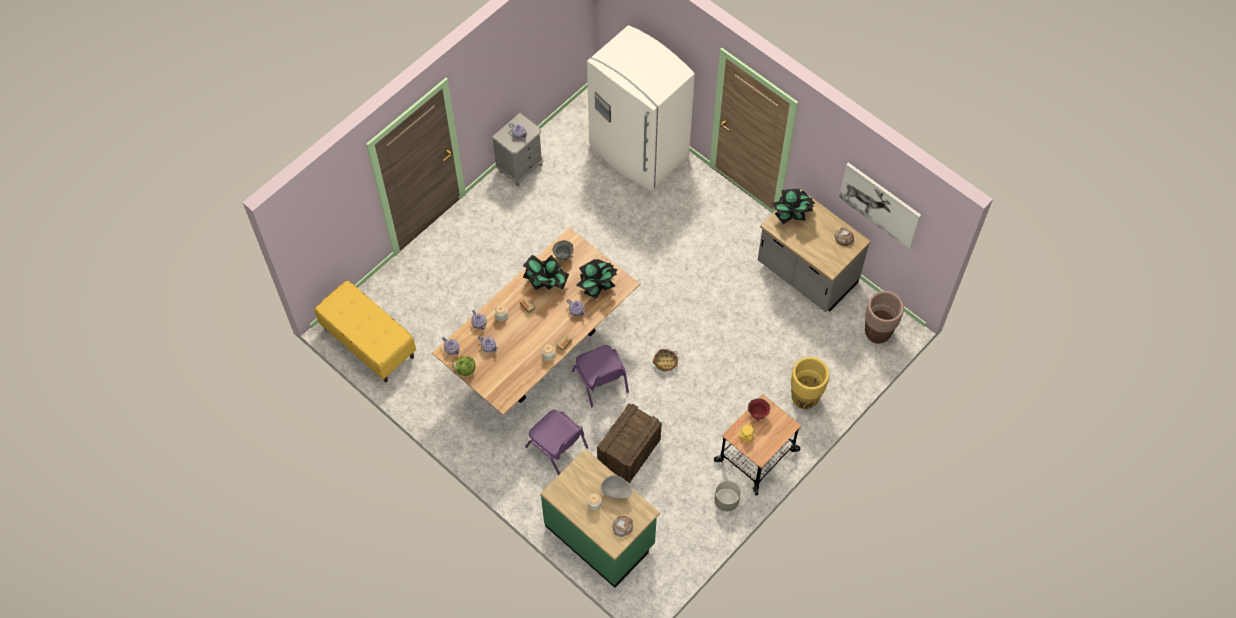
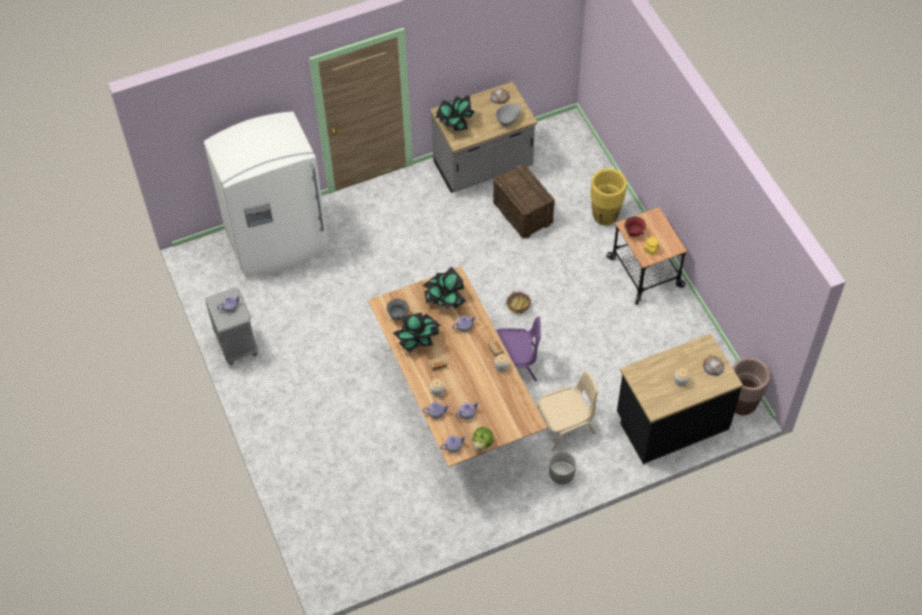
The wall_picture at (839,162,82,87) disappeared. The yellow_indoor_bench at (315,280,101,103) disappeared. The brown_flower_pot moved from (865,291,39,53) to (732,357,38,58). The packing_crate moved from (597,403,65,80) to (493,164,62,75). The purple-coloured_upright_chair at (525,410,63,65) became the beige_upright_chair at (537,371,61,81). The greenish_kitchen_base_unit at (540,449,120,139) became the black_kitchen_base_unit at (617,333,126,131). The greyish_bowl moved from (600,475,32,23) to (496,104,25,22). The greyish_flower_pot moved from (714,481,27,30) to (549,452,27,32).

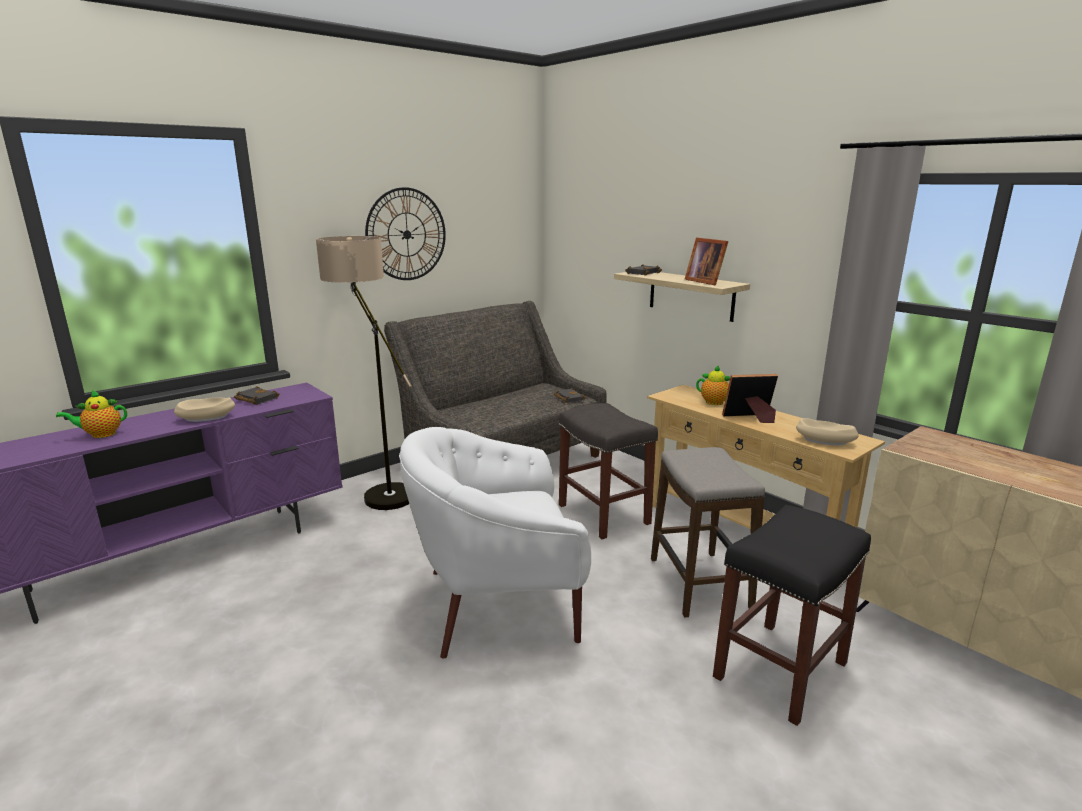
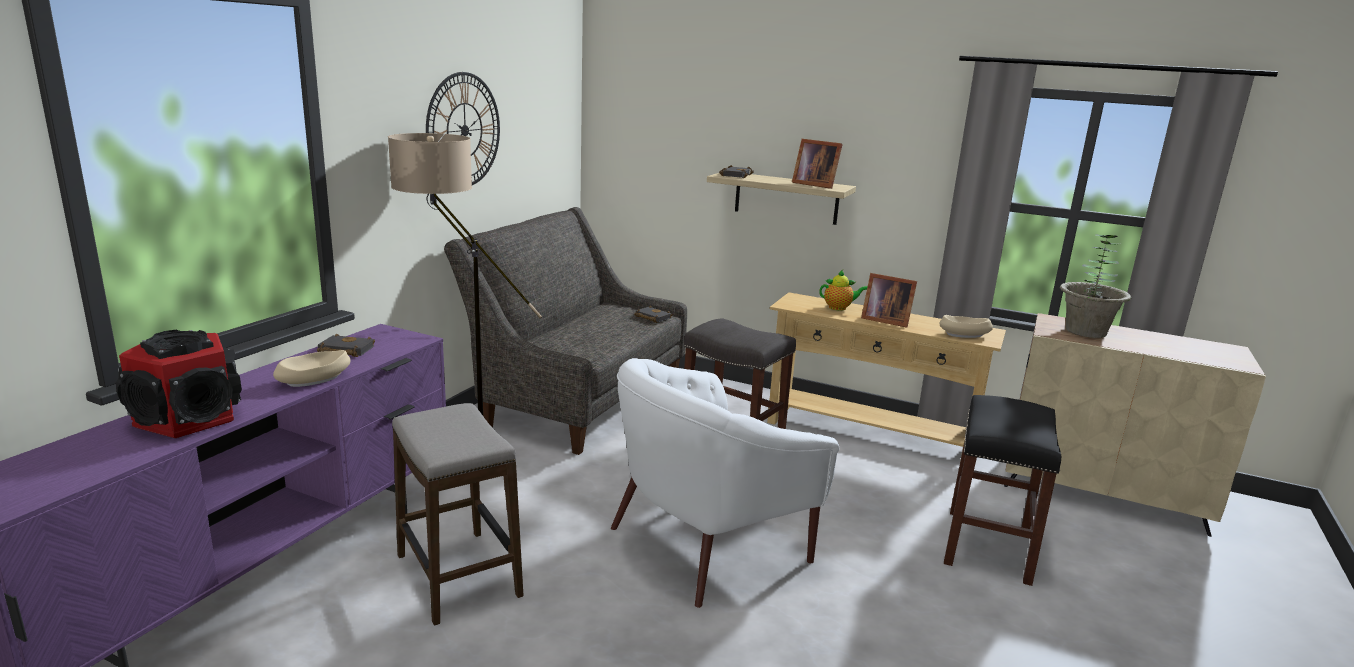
The picture_frame at (722,374,56,49) turned 120 degrees counterclockwise. The pot_for_tea at (56,390,71,48) was replaced by the loudspeaker at (116,330,126,108). The sitting_stool moved from (651,447,114,170) to (392,403,132,223). The houseplant at (1060,234,71,104) appeared.

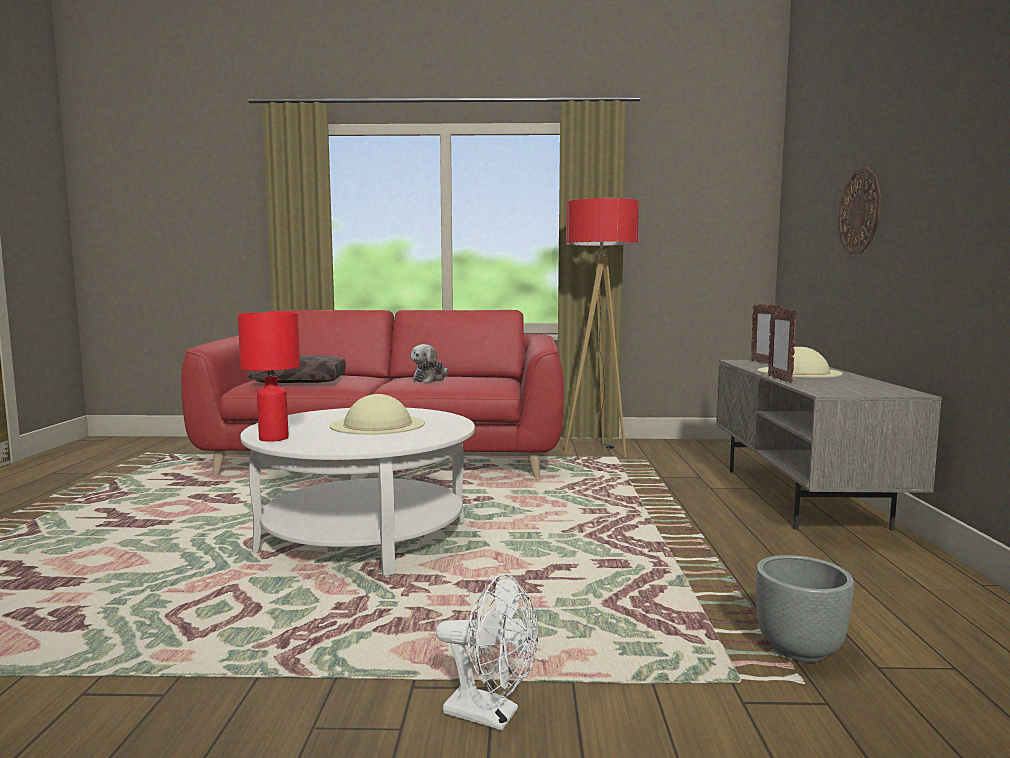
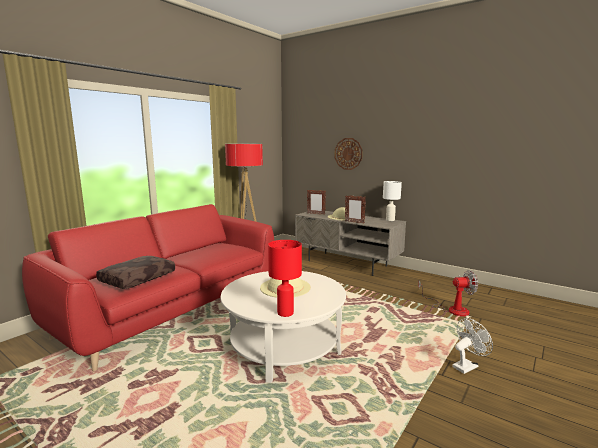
The cuddly_toy at (411,344,37,39) disappeared. The greyish_flower_pot at (756,555,98,107) was replaced by the cooling_fan at (418,270,60,47). The whitish_tabletop_lamp at (383,181,19,40) appeared.

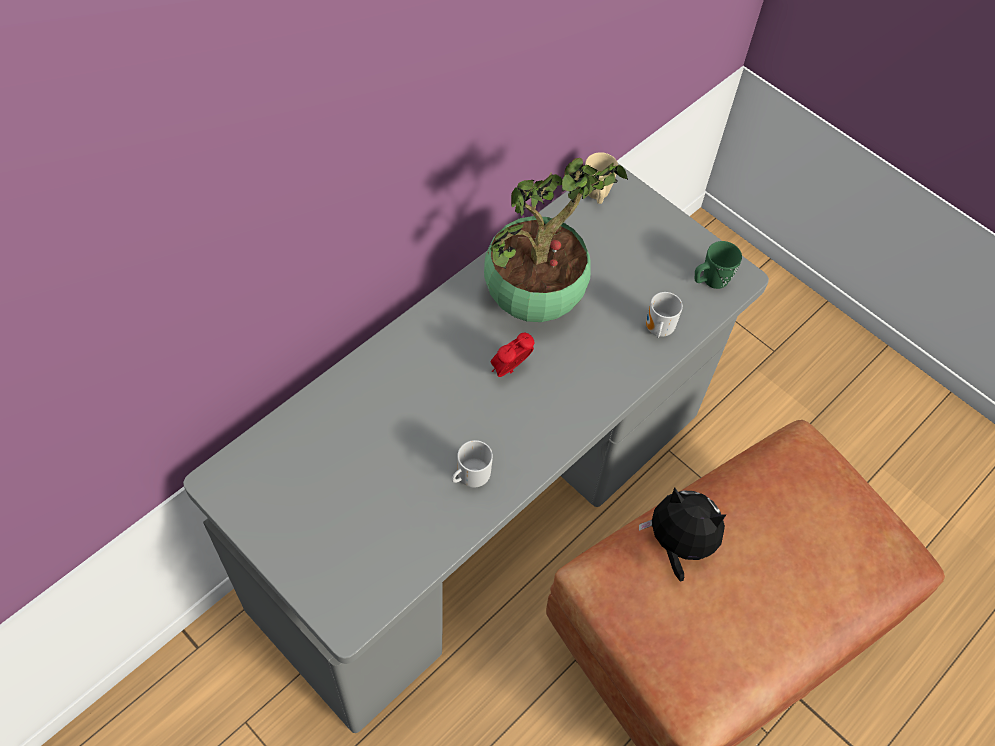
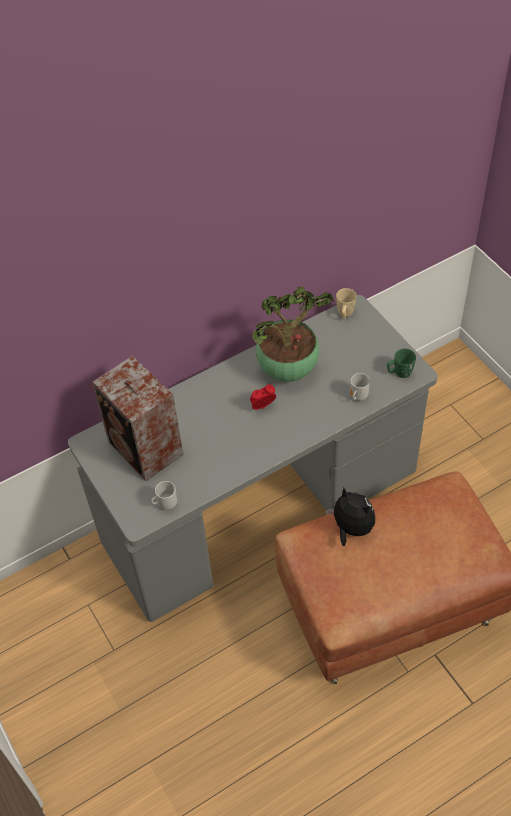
The mug moved from (452,440,41,47) to (151,481,26,29). The loudspeaker at (92,356,91,125) appeared.

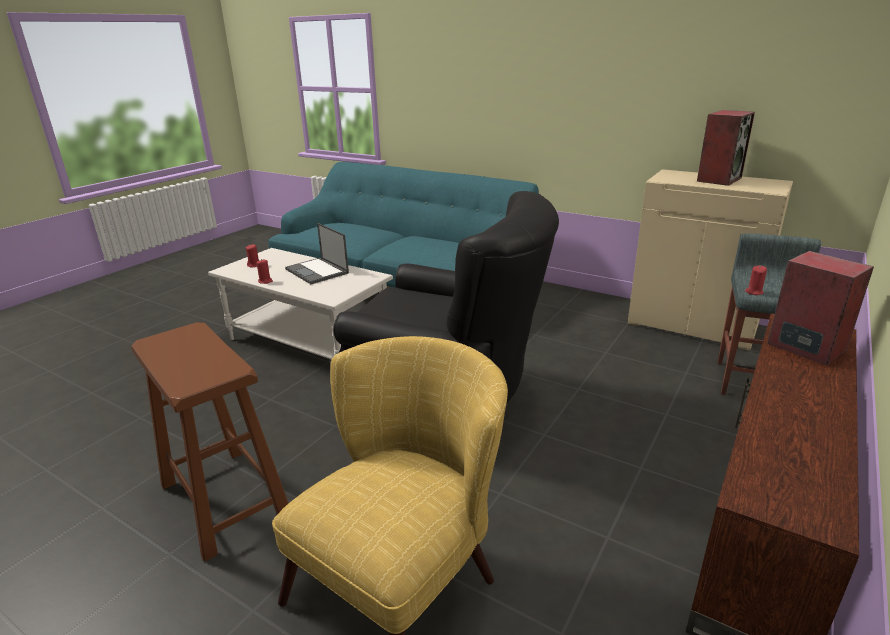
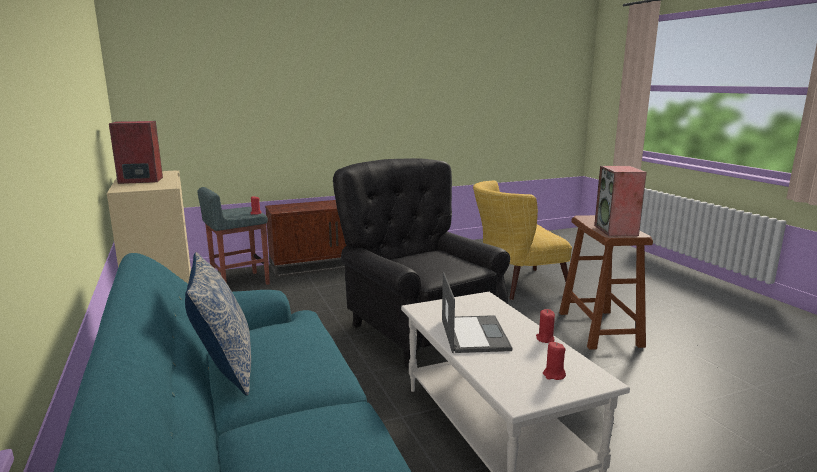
The loudspeaker moved from (767,251,107,115) to (594,166,53,70). The cushion at (185,252,66,144) appeared.

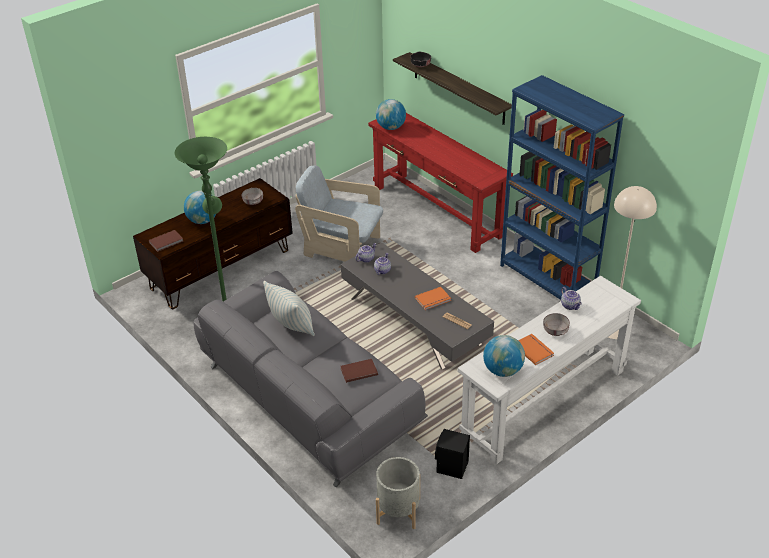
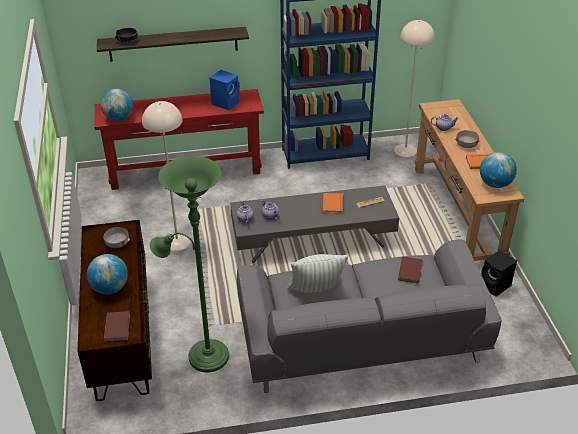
The beige_easy_chair at (295,166,88,96) was replaced by the beige_standing_lamp at (142,101,49,150). The whitish_hall_table at (457,276,184,188) became the brown_hall_table at (415,99,109,162). The greyish_flower_pot at (376,457,44,72) disappeared. The blue_loudspeaker at (210,70,30,40) appeared.

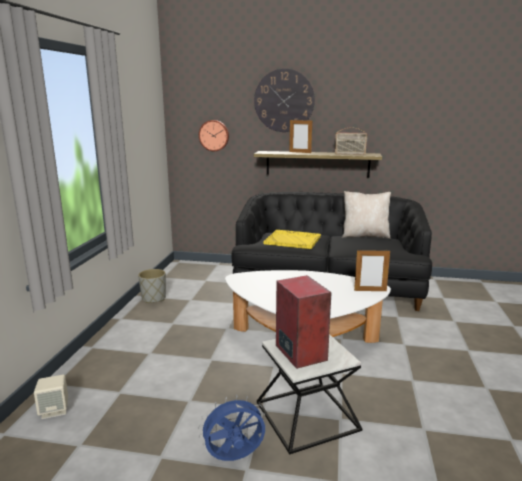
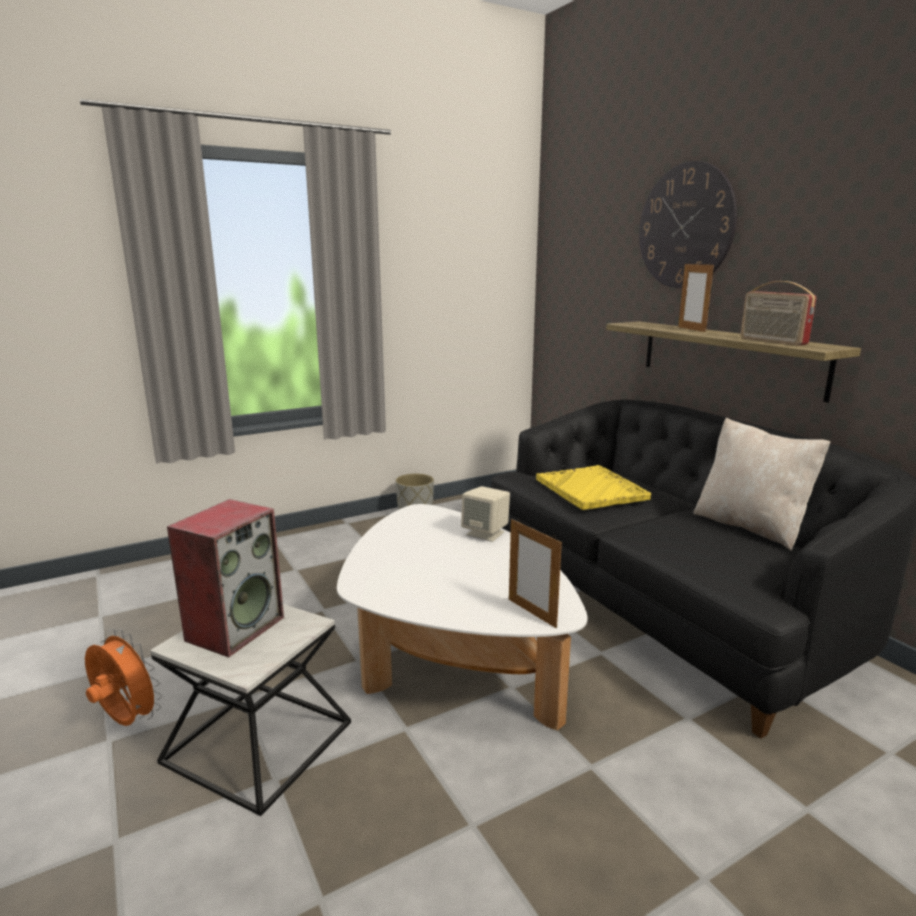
The hanging_clock at (199,120,30,31) disappeared. The beige_loudspeaker moved from (34,374,34,45) to (461,486,49,56). The blue_cooling_fan at (198,395,67,66) became the orangey_cooling_fan at (85,629,77,97).

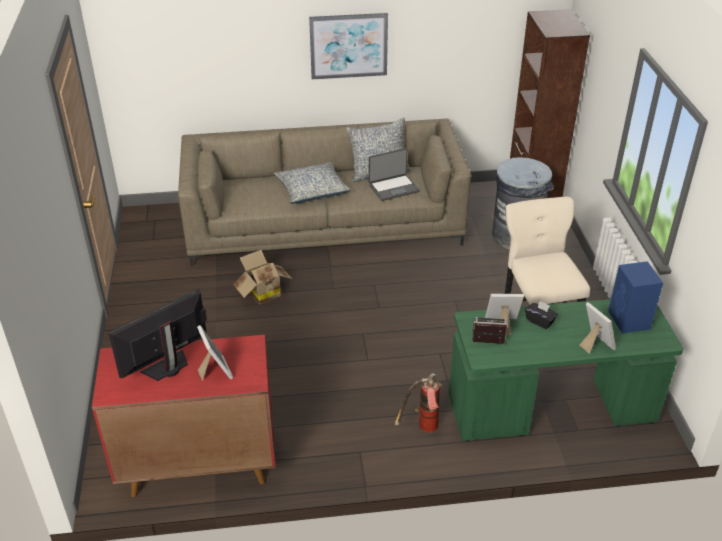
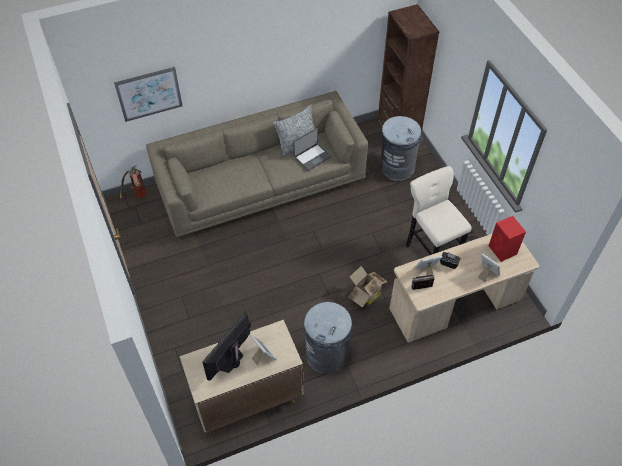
The wall_picture moved from (309,13,79,67) to (114,67,69,55). The cushion at (274,162,77,42) disappeared. The cardboard_box moved from (233,250,59,55) to (349,266,38,42). The blue_loudspeaker at (608,261,55,73) became the red_loudspeaker at (488,216,38,46). The greenish_desk_table at (449,299,234,142) became the beige_desk_table at (389,233,150,110). The red_cupboard at (92,335,184,162) became the beige_cupboard at (180,320,124,114). The extinguisher moved from (395,373,47,59) to (120,166,27,32). The greyish_waste_bin at (304,302,48,72) appeared.

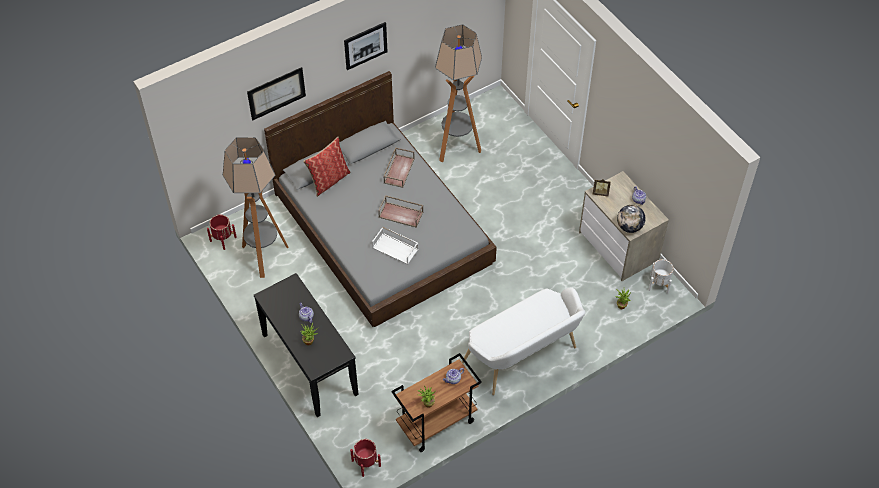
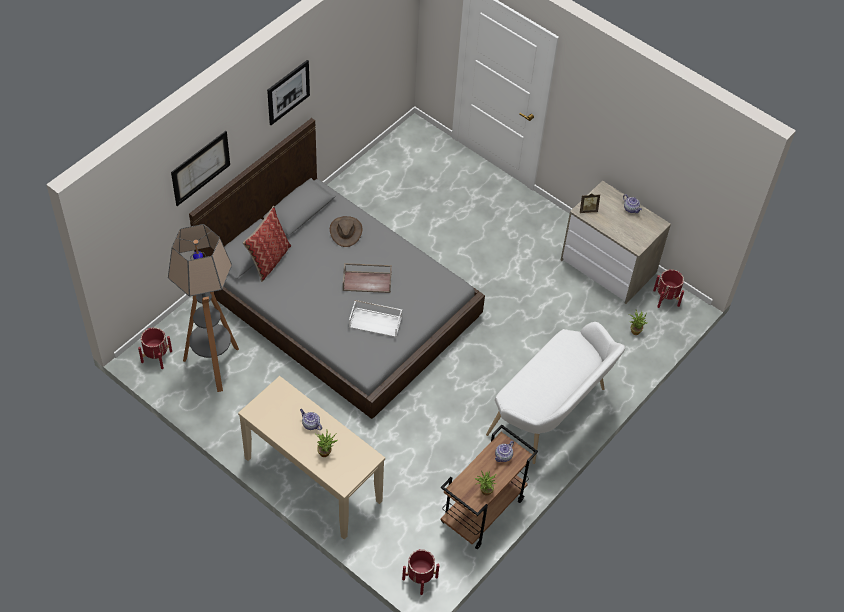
The standing_lamp at (435,24,47,138) disappeared. The brown_carrying_tray at (383,147,32,41) was replaced by the brown_clothing_hat at (330,216,32,31). The desk_globe at (617,205,28,28) disappeared. The whitish_flower_pot at (649,259,25,35) became the red_flower_pot at (653,269,31,39). The black_hall_table at (254,273,105,144) became the beige_hall_table at (238,376,147,163).

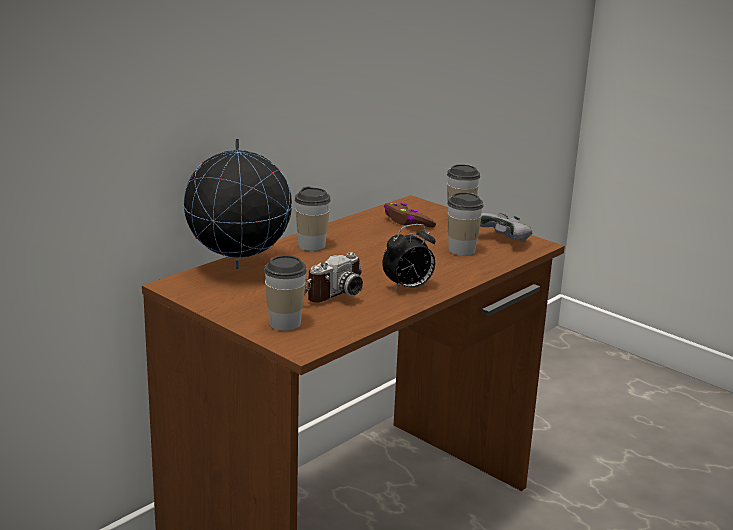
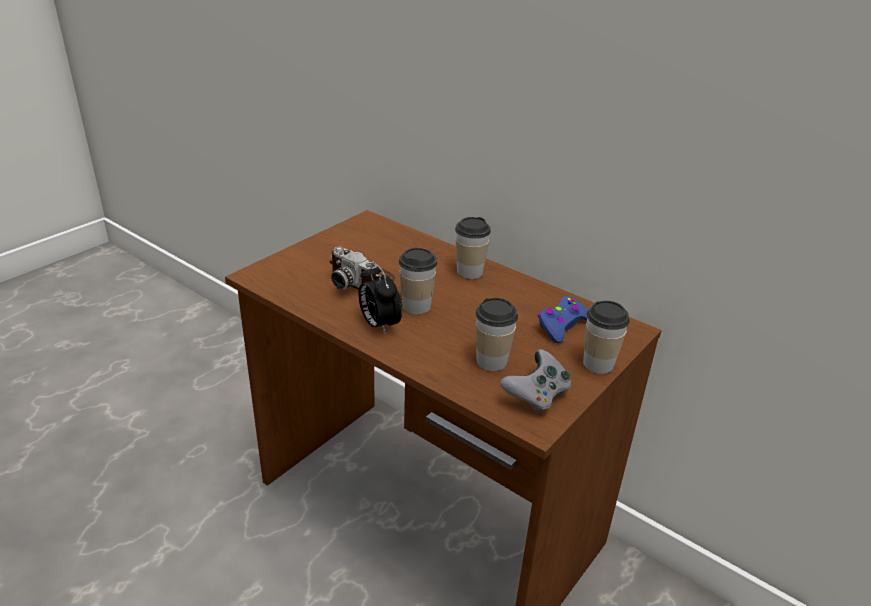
The desk_globe at (184,138,108,131) disappeared. The brown_game_controller at (384,202,52,26) became the blue_game_controller at (537,296,51,48). The cup moved from (264,255,43,76) to (399,248,38,66).

